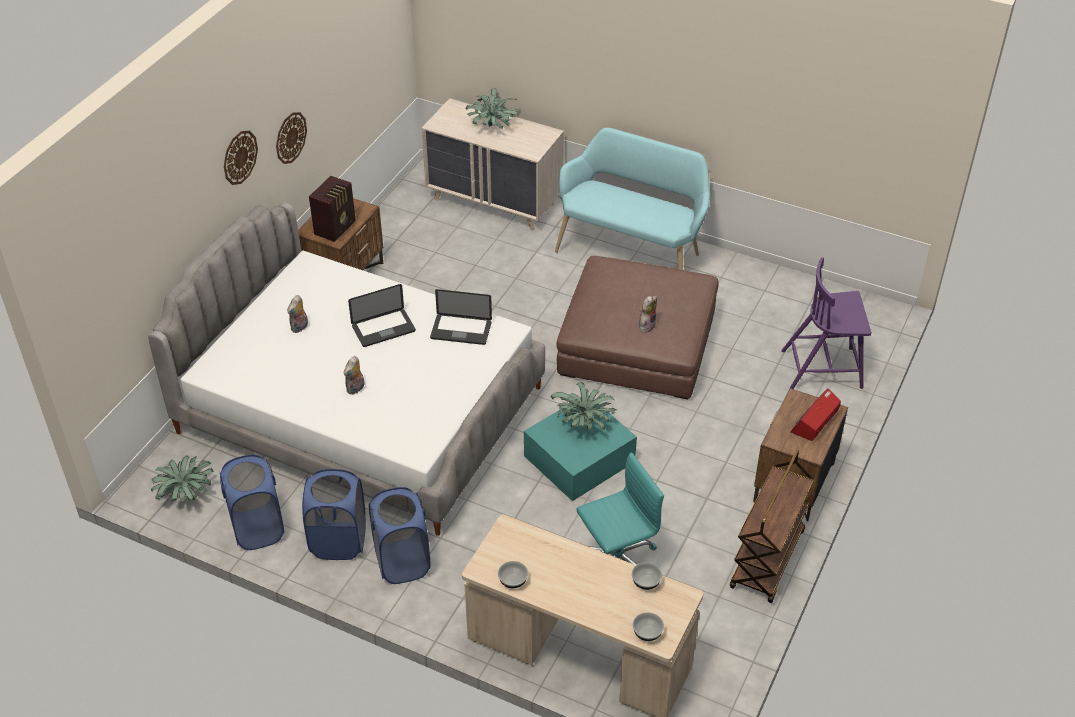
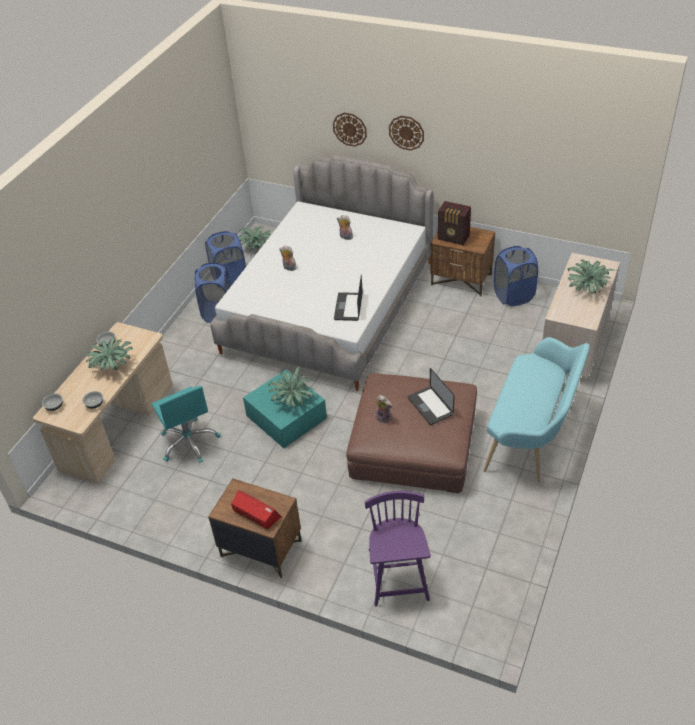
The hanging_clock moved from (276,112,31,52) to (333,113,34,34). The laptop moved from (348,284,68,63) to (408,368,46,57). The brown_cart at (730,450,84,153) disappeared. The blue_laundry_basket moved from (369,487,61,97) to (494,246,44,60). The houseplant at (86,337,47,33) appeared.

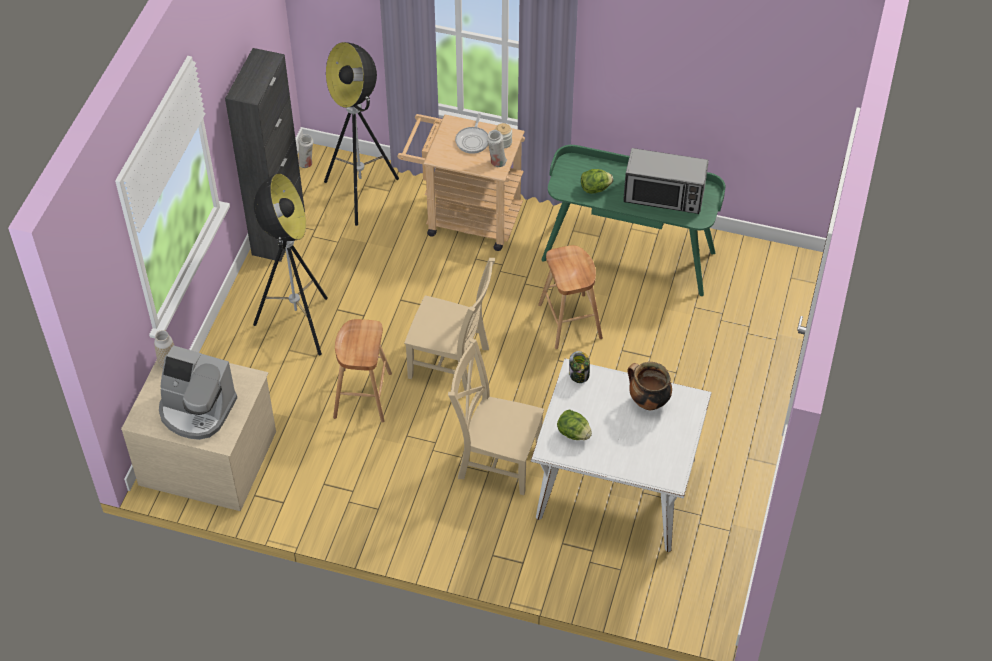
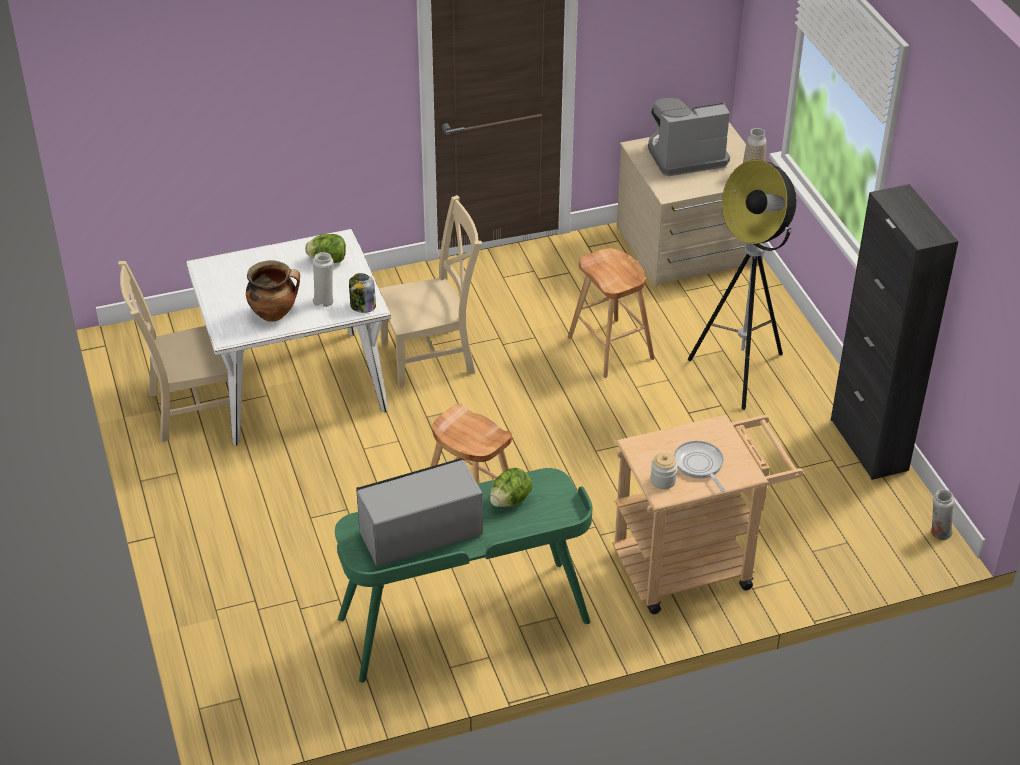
The standing_lamp at (324,42,75,184) disappeared. The whitish_flower_vase moved from (487,130,20,37) to (312,252,22,55). The beige_upright_chair moved from (404,258,91,133) to (118,261,124,181).

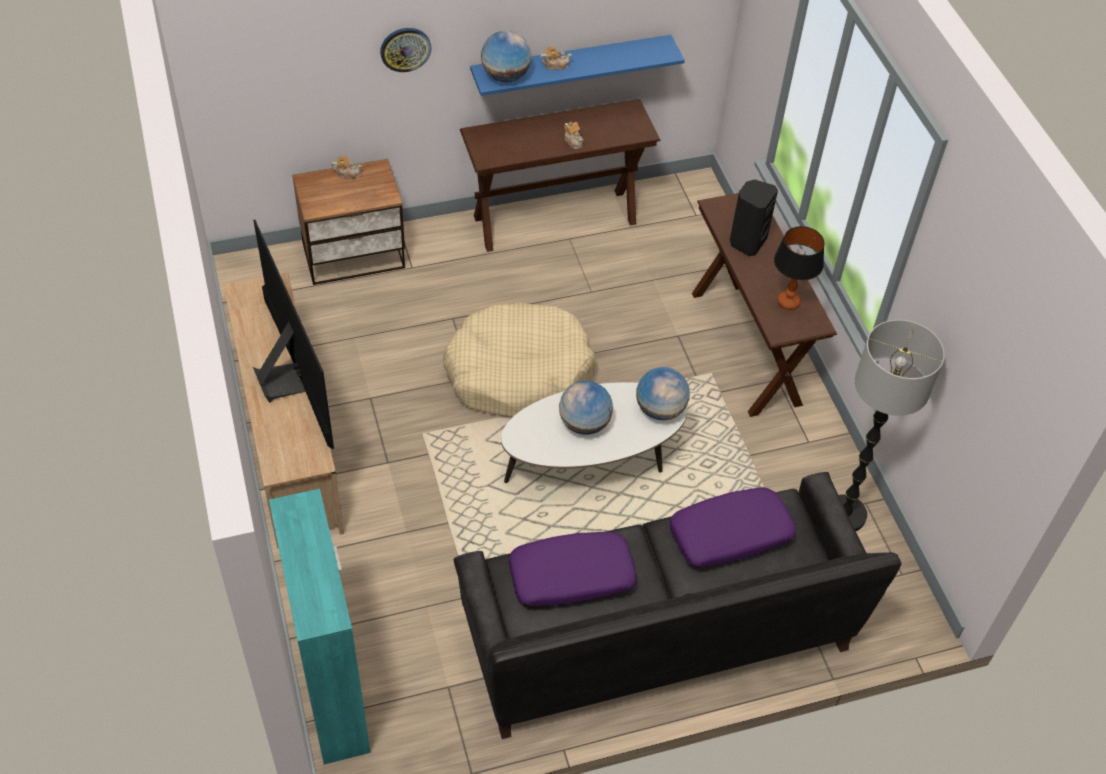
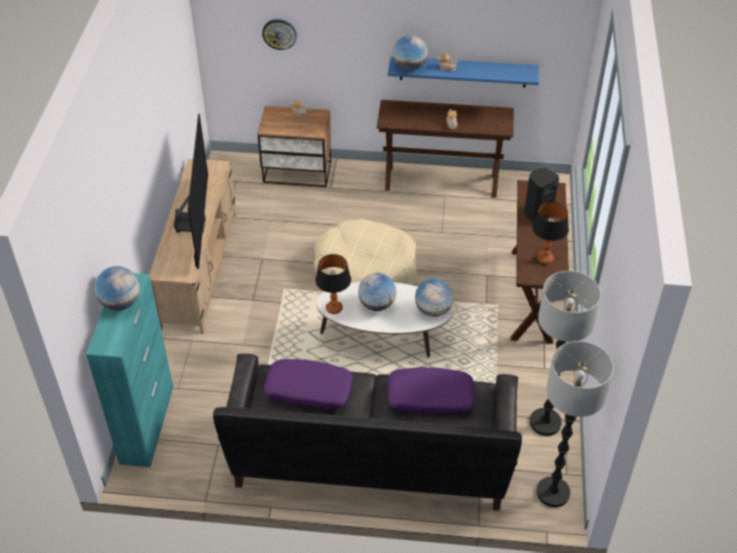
The hanging_clock moved from (380,28,51,44) to (262,19,35,31). The tabletop_lamp at (315,254,36,60) appeared. The desk_globe at (94,266,46,45) appeared. The standing_lamp at (536,341,78,166) appeared.

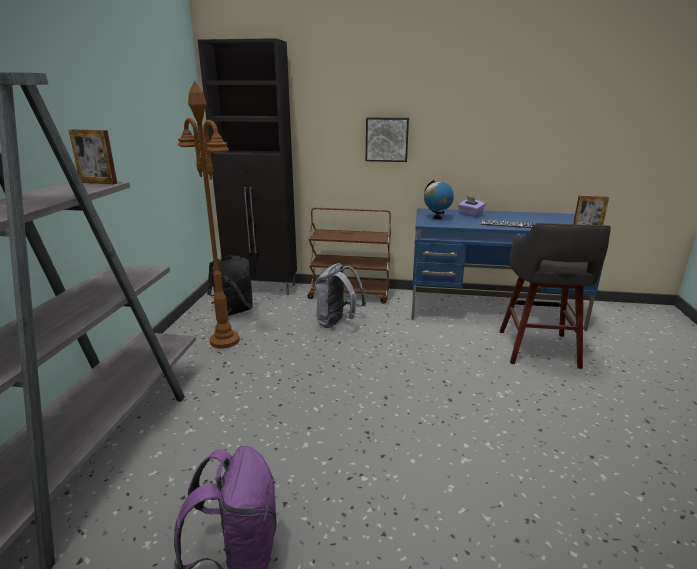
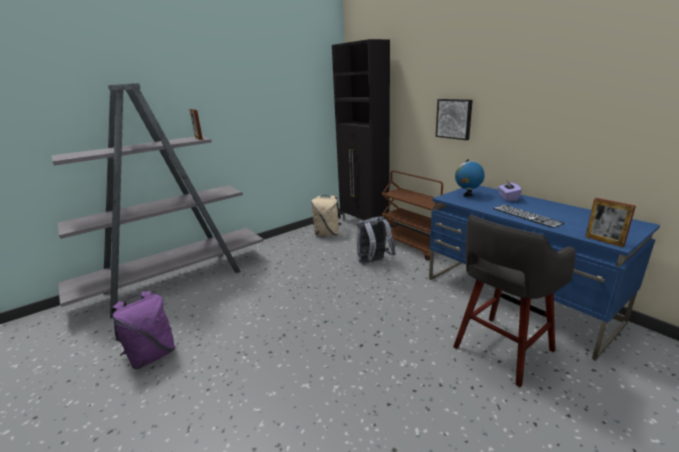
The brown_standing_lamp at (178,81,62,268) disappeared. The black_rucksack at (207,255,46,61) became the beige_rucksack at (311,195,31,41).

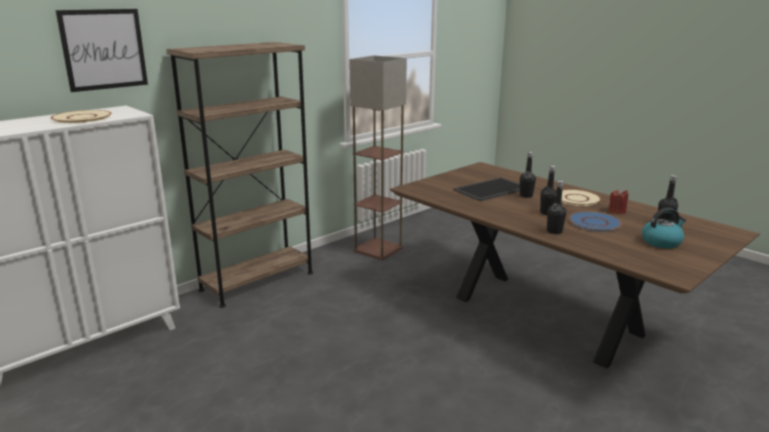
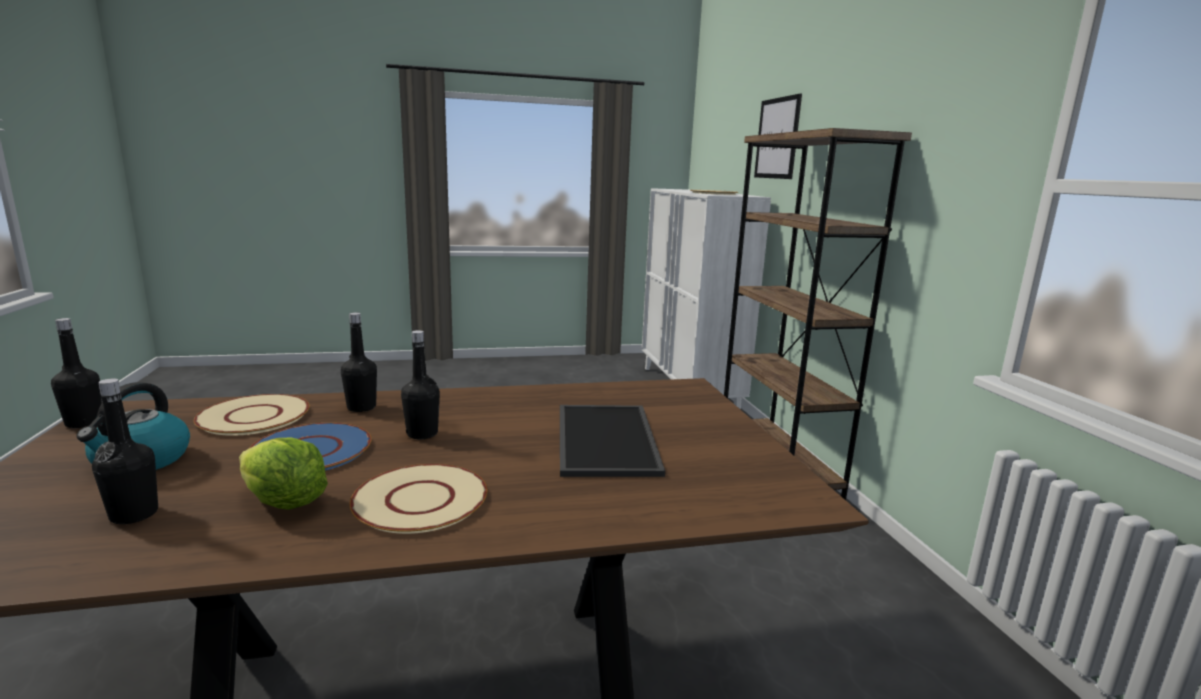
The standing_lamp at (349,56,58,204) disappeared. The black_drink_bottle moved from (520,152,16,46) to (51,318,51,110). The red_wax_light at (609,189,19,25) was replaced by the lettuce_head at (239,438,89,72). The beige_dinner_plate at (194,394,116,42) appeared.

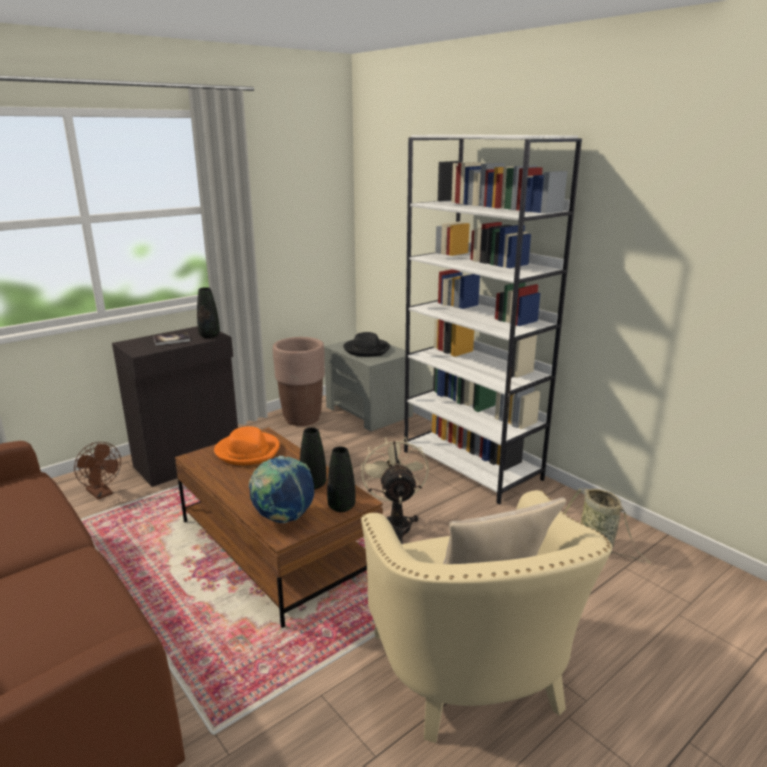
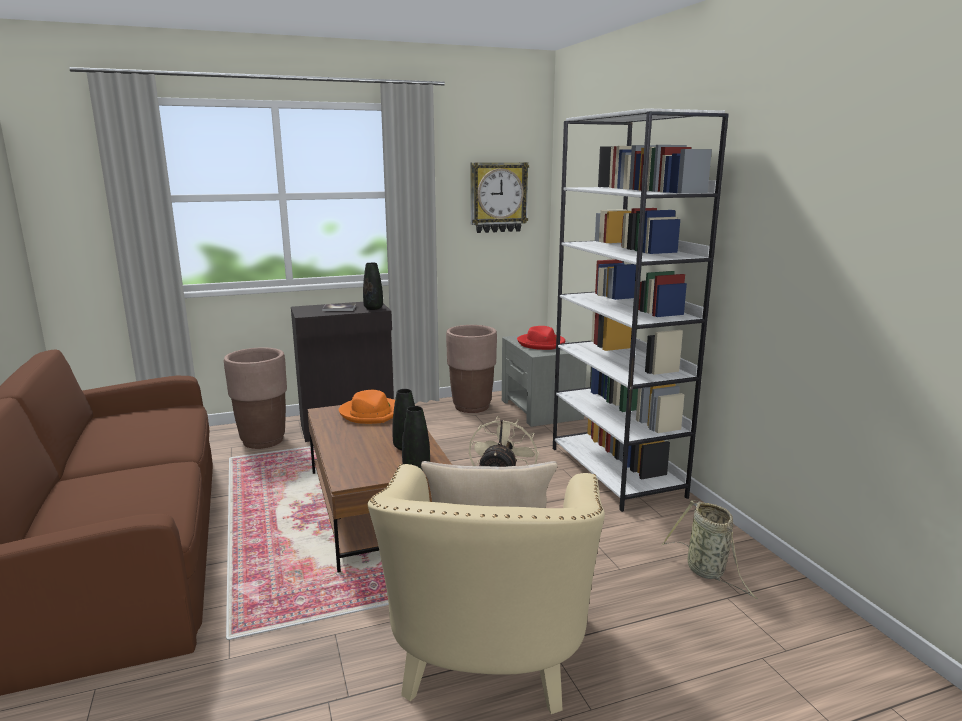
The black_clothing_hat at (343,332,47,25) became the red_clothing_hat at (517,326,48,24). The brown_cooling_fan at (74,442,47,58) was replaced by the brown_flower_pot at (224,347,63,102). The desk_globe at (249,456,65,67) disappeared. The hanging_clock at (470,162,59,71) appeared.

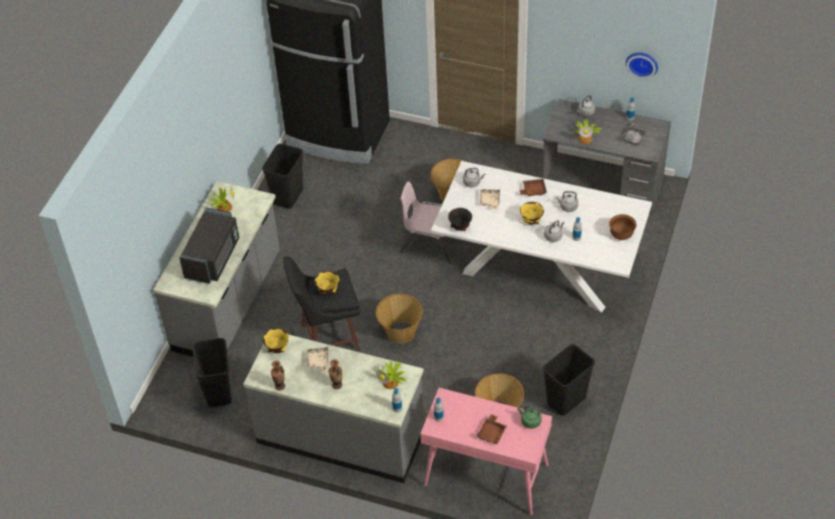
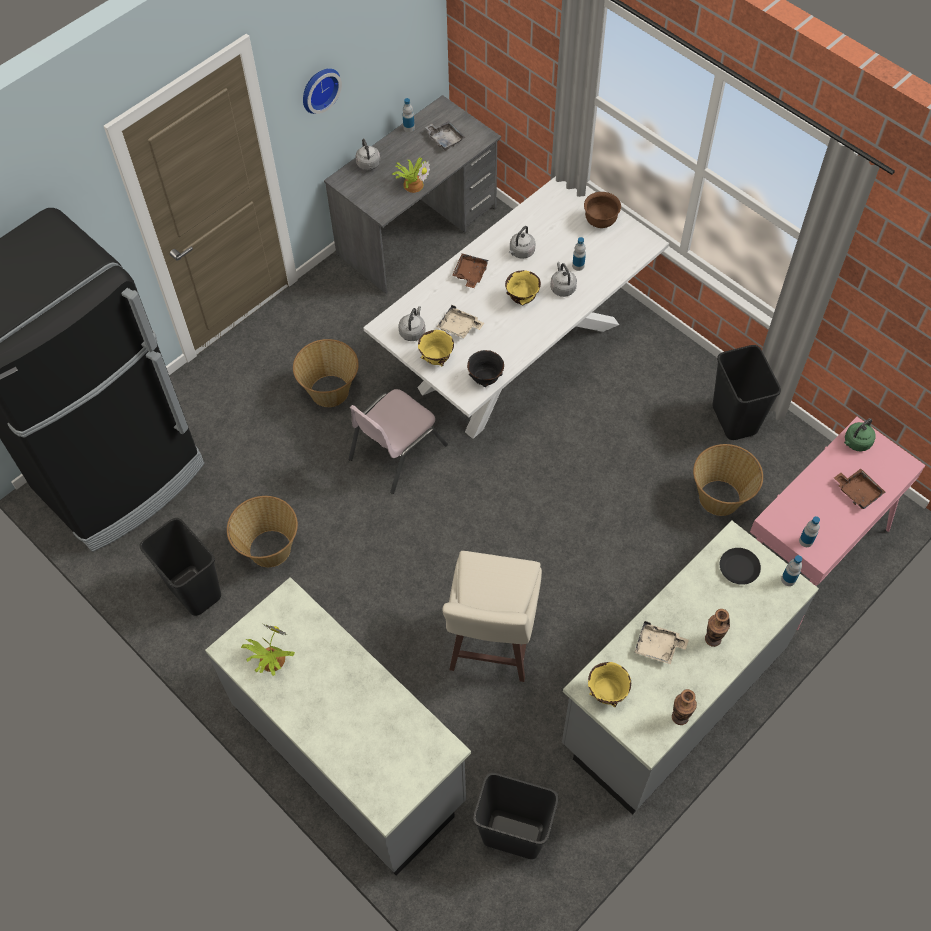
The hanging_clock moved from (626,53,32,26) to (303,68,39,46). The black_microwave_oven at (179,208,60,76) disappeared. The black_sitting_stool at (283,256,77,95) became the beige_sitting_stool at (442,551,100,131). The yellow_bowl moved from (314,271,25,24) to (418,330,36,36). The basket moved from (376,294,47,50) to (227,496,71,71). The houseplant at (376,361,31,28) was replaced by the black_dinner_plate at (720,548,41,37).

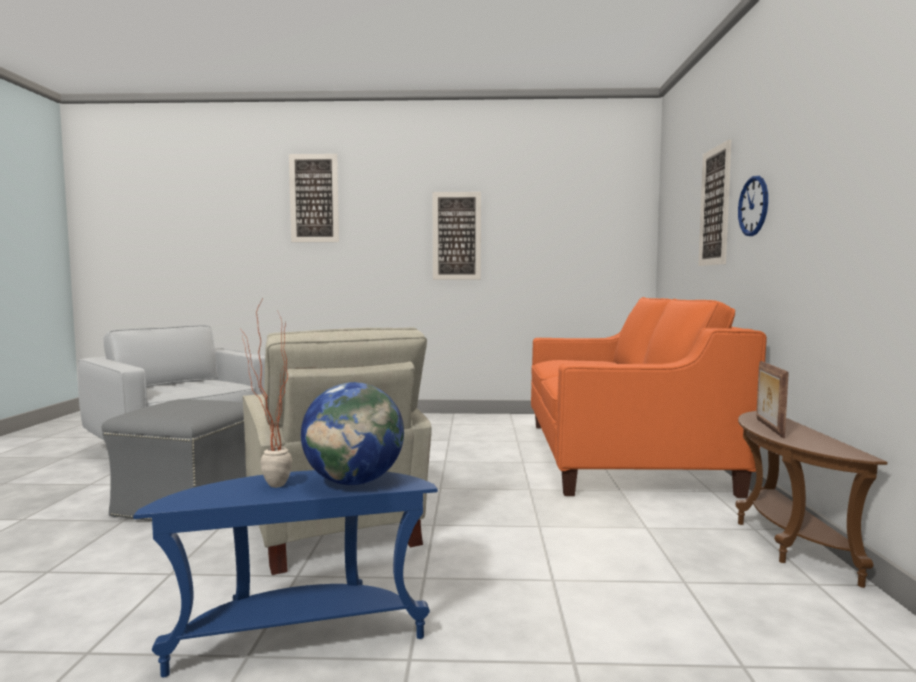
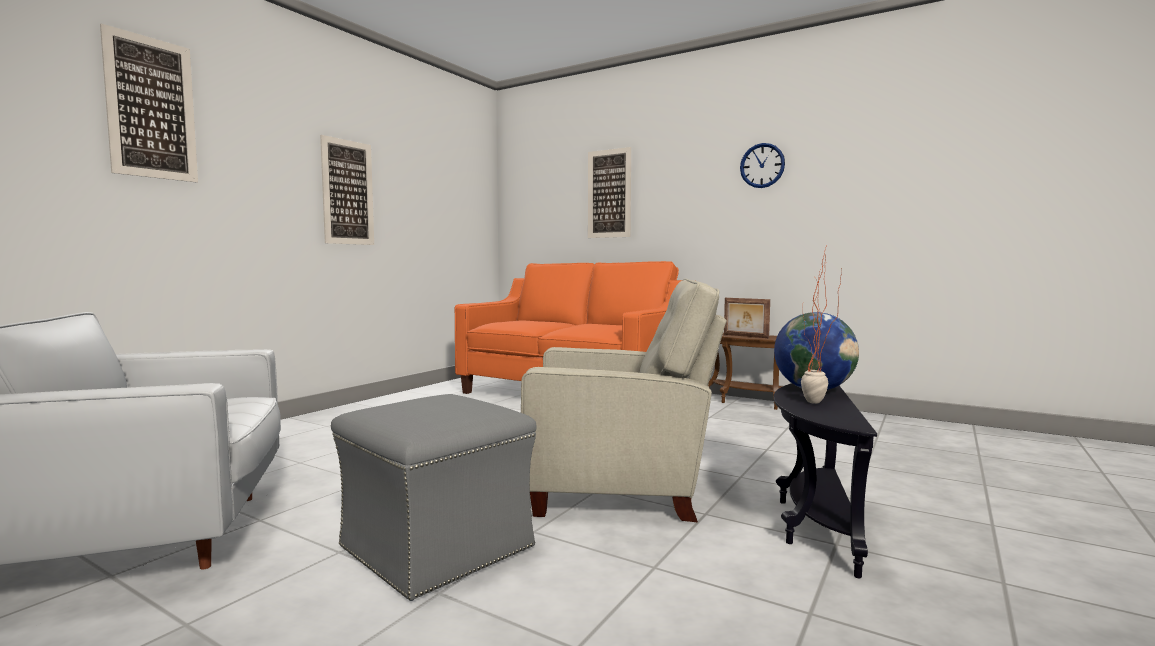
The hanging_clock moved from (738,176,30,60) to (740,143,45,45). The blue_accent_table at (133,470,305,207) became the black_accent_table at (774,383,103,196).

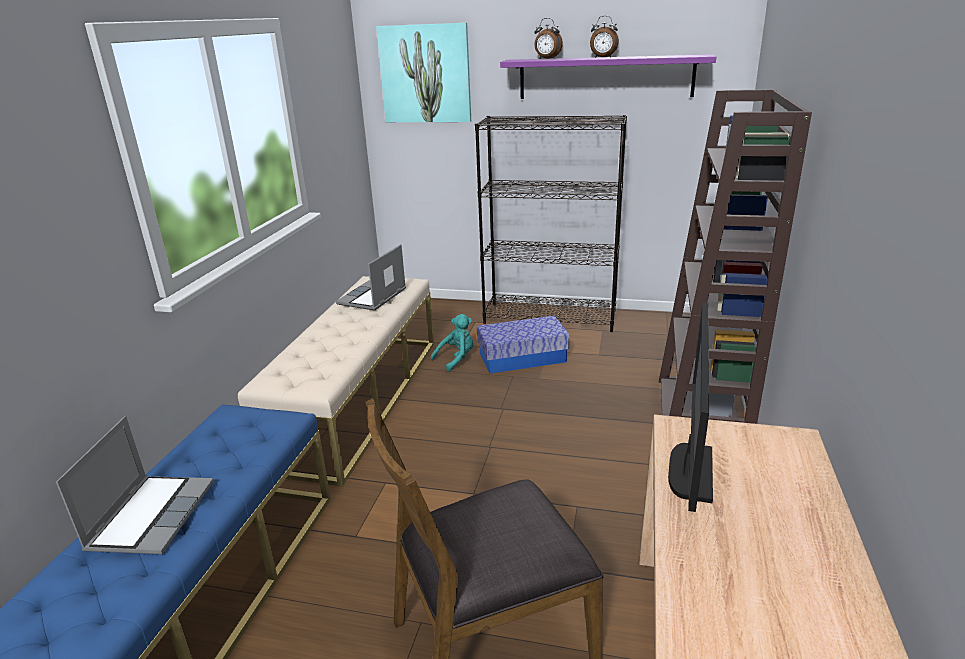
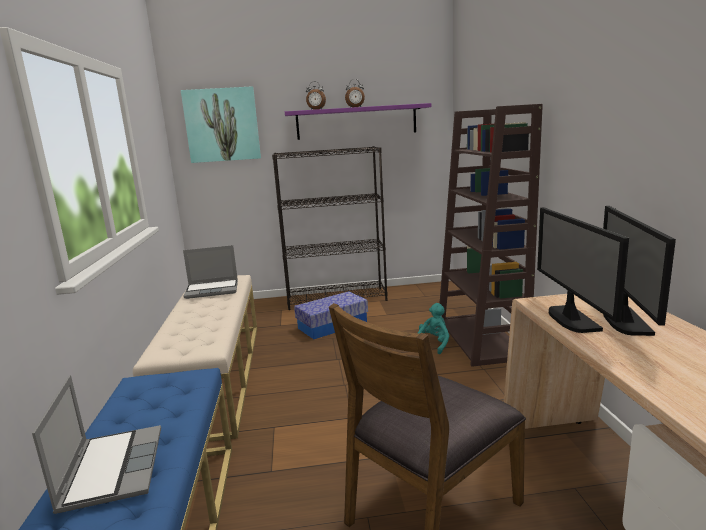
The laptop at (336,244,70,67) turned 105 degrees counterclockwise. The turquoise_cuddly_toy moved from (431,314,43,58) to (418,303,31,52). The monitor at (603,206,73,130) appeared.

